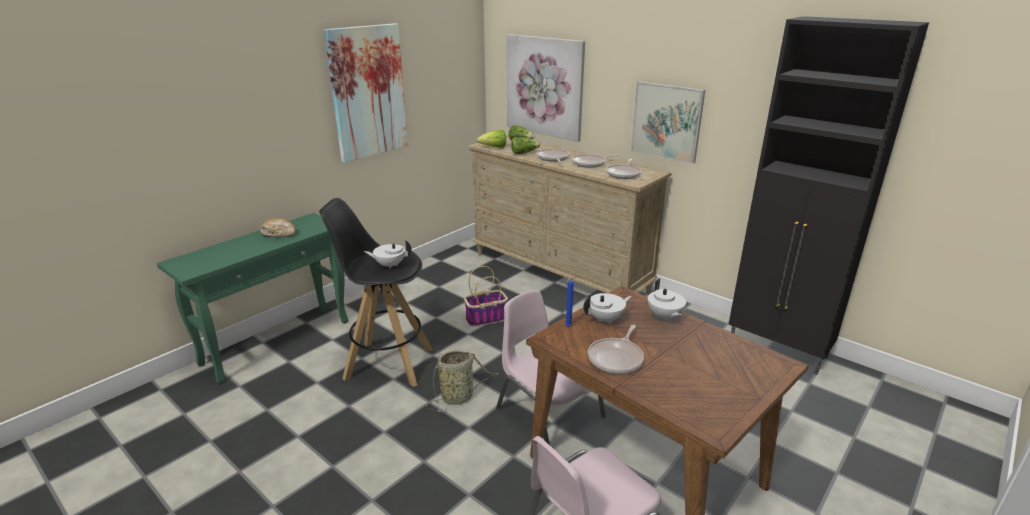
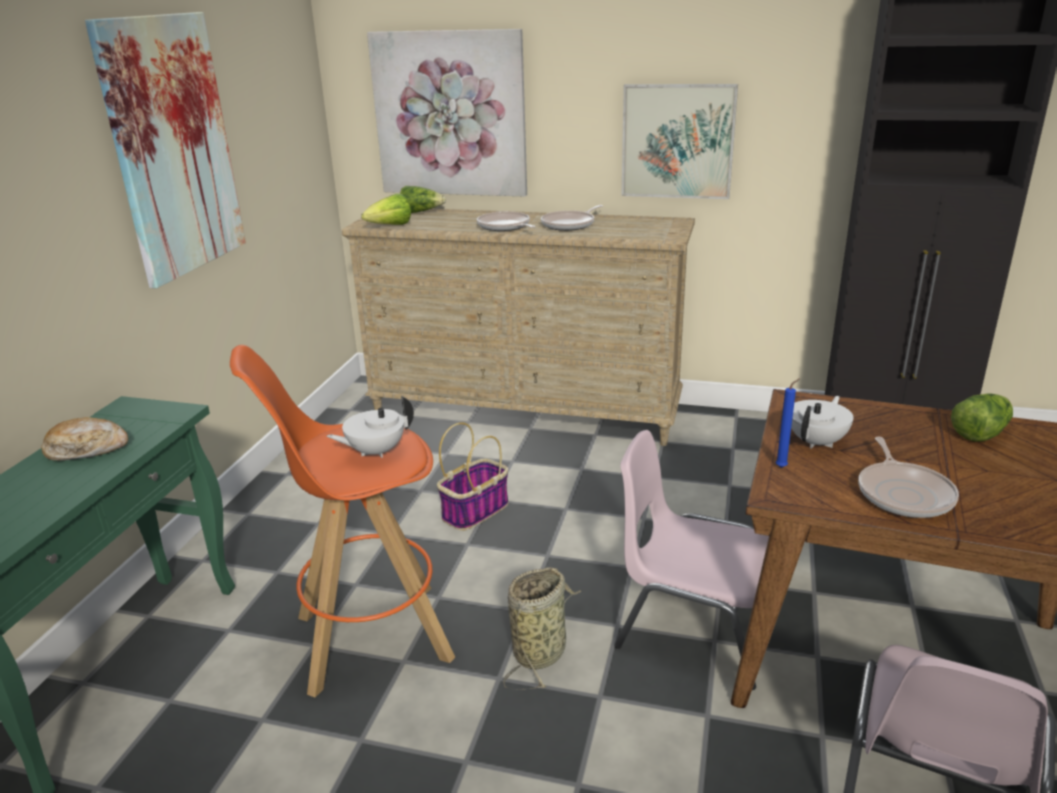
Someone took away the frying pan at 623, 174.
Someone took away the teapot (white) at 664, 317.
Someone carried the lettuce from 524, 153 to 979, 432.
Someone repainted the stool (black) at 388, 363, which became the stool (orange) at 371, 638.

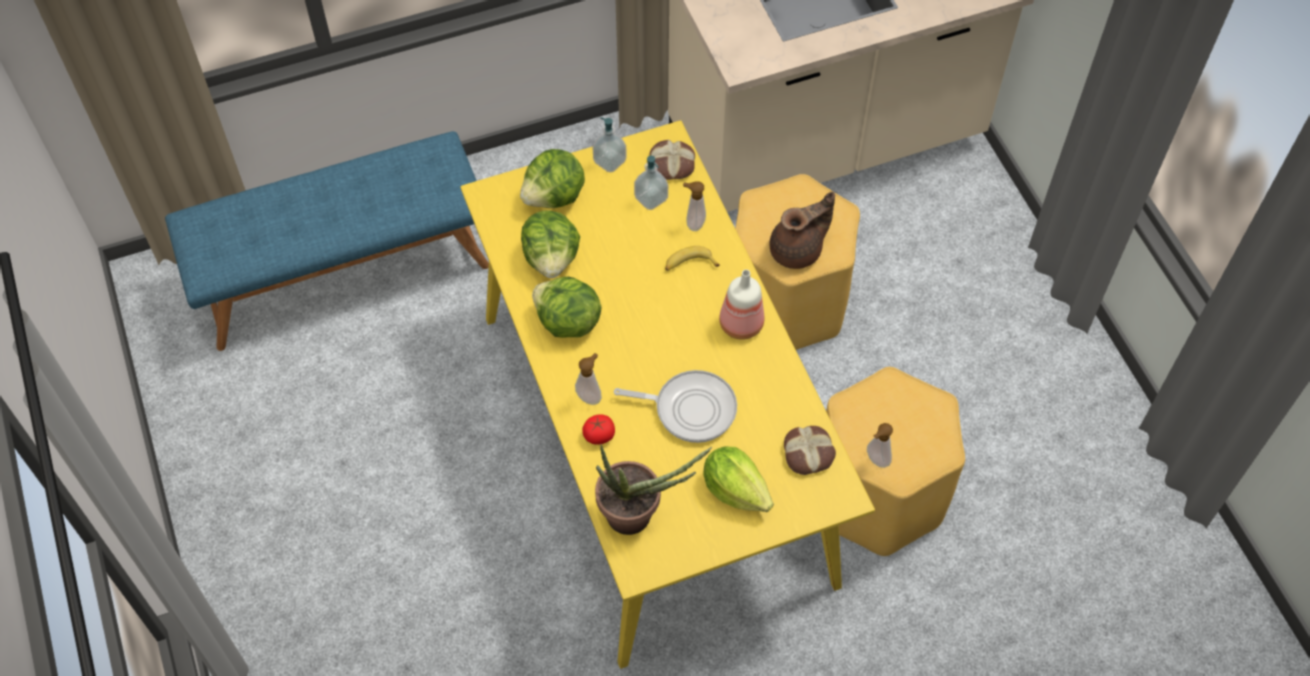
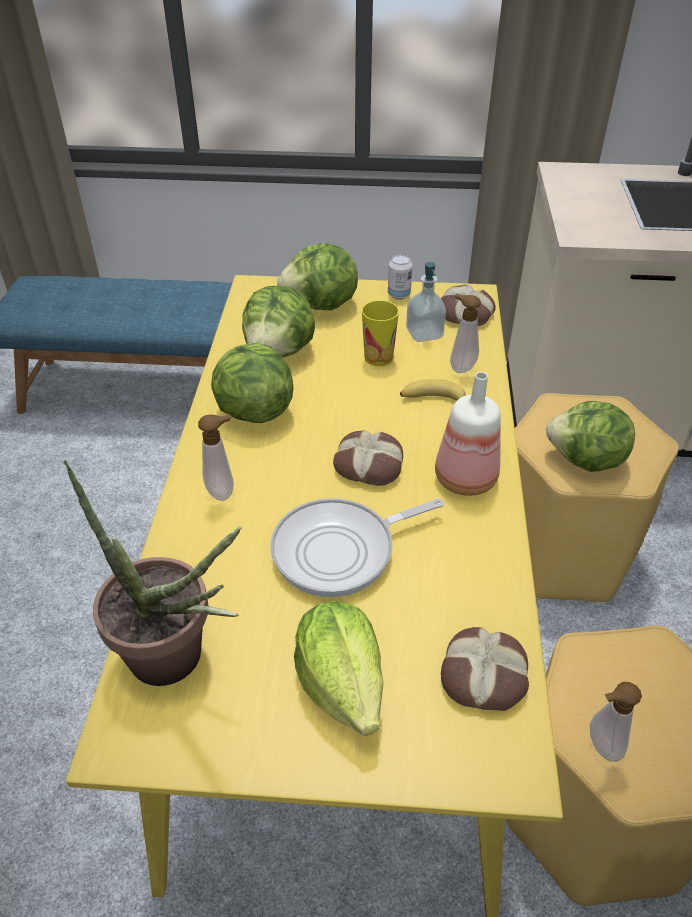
Someone took away the tomato at 599, 436.
Someone put down the bread at 369, 464.
Someone put down the cup at 378, 357.
Someone swapped the soap dispenser at 610, 161 for the can at 399, 295.
Someone swapped the teapot (brown) at 798, 250 for the lettuce at 586, 461.
Someone rotated the frying pan at 690, 409 by 120 degrees clockwise.

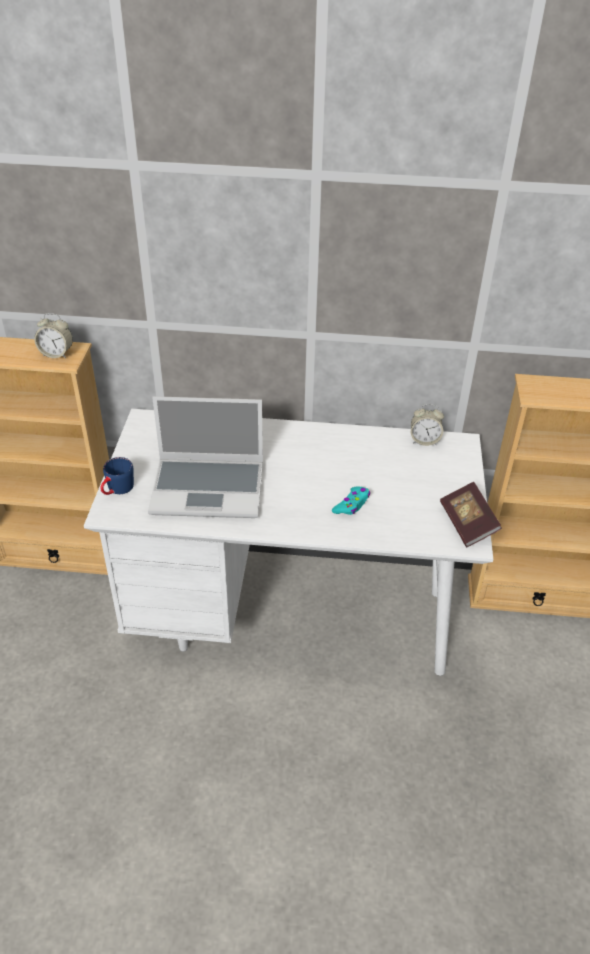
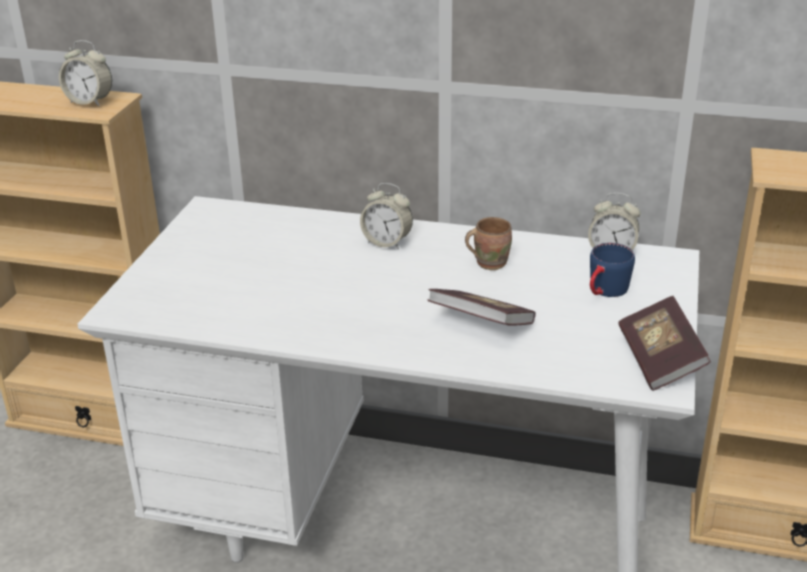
Someone took away the laptop at 209, 488.
Someone put down the alarm clock at 387, 242.
Someone put down the mug (brown) at 489, 262.
Someone carried the mug (blue) from 117, 490 to 605, 291.
Someone swapped the game controller (turquoise) at 352, 505 for the book at 480, 324.

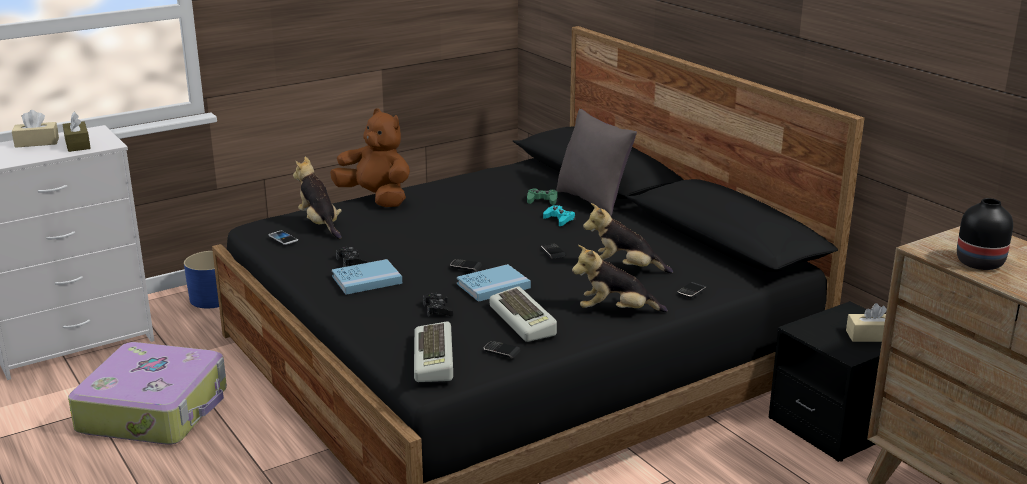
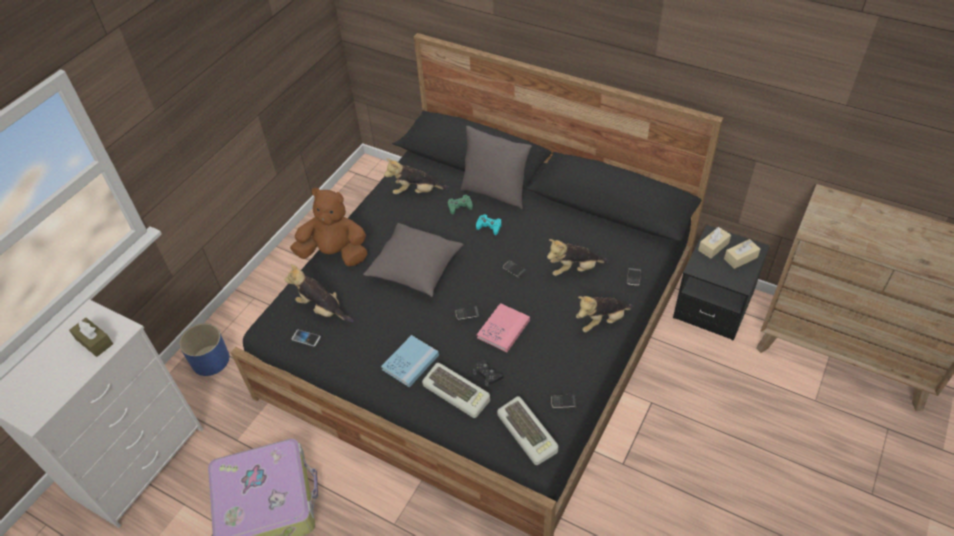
Someone took away the game controller (black) at 351, 262.
Someone took away the vase (black) at 980, 263.
Someone put down the pillow (grey) at 415, 270.
Someone put down the plush toy at 416, 192.
Someone carried the tissue box (beige) from 37, 142 to 713, 247.
Someone carried the keyboard from 524, 321 to 458, 392.
Someone repainted the book (blue) at 493, 286, which became the book (pink) at 503, 329.

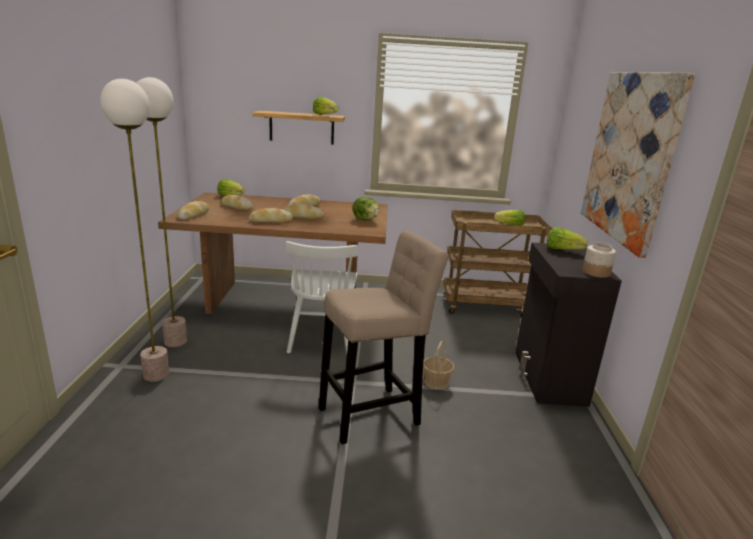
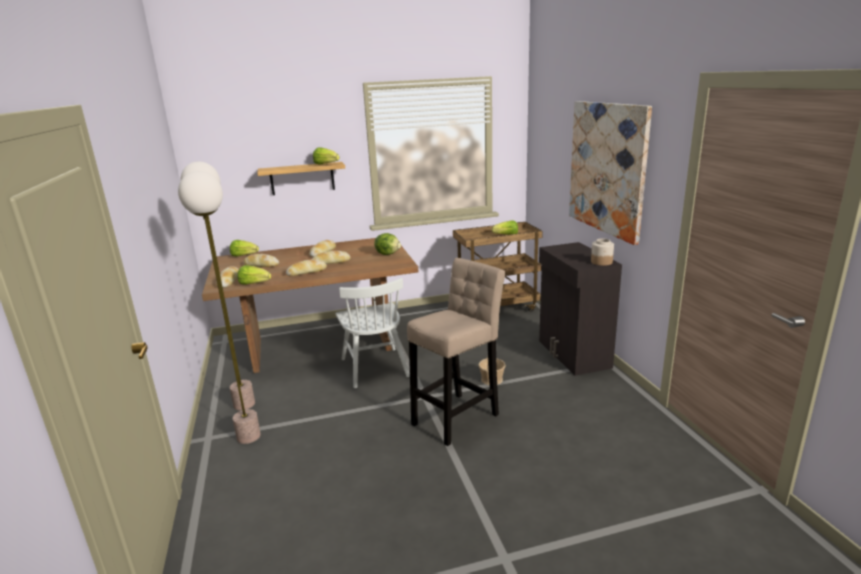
Someone carried the lettuce from 562, 250 to 254, 283.

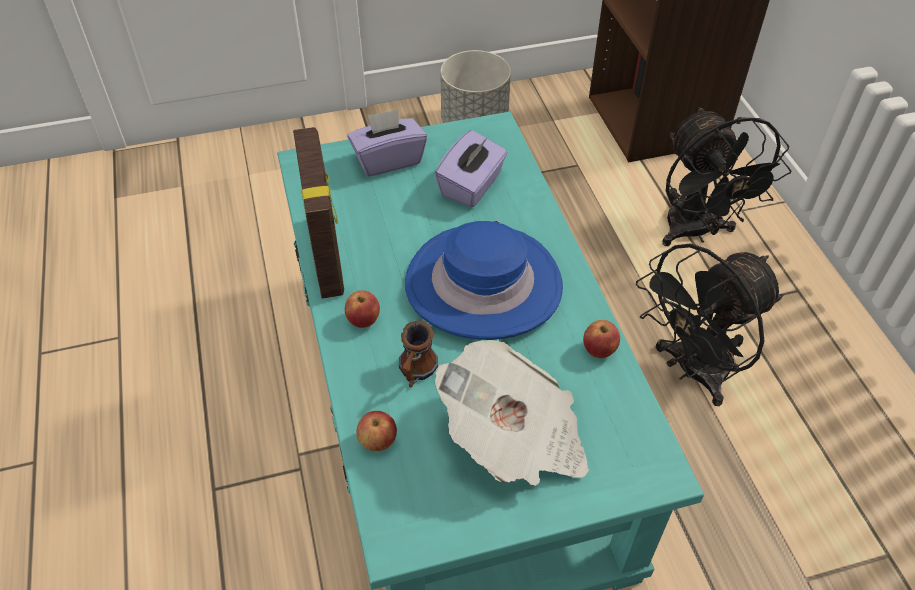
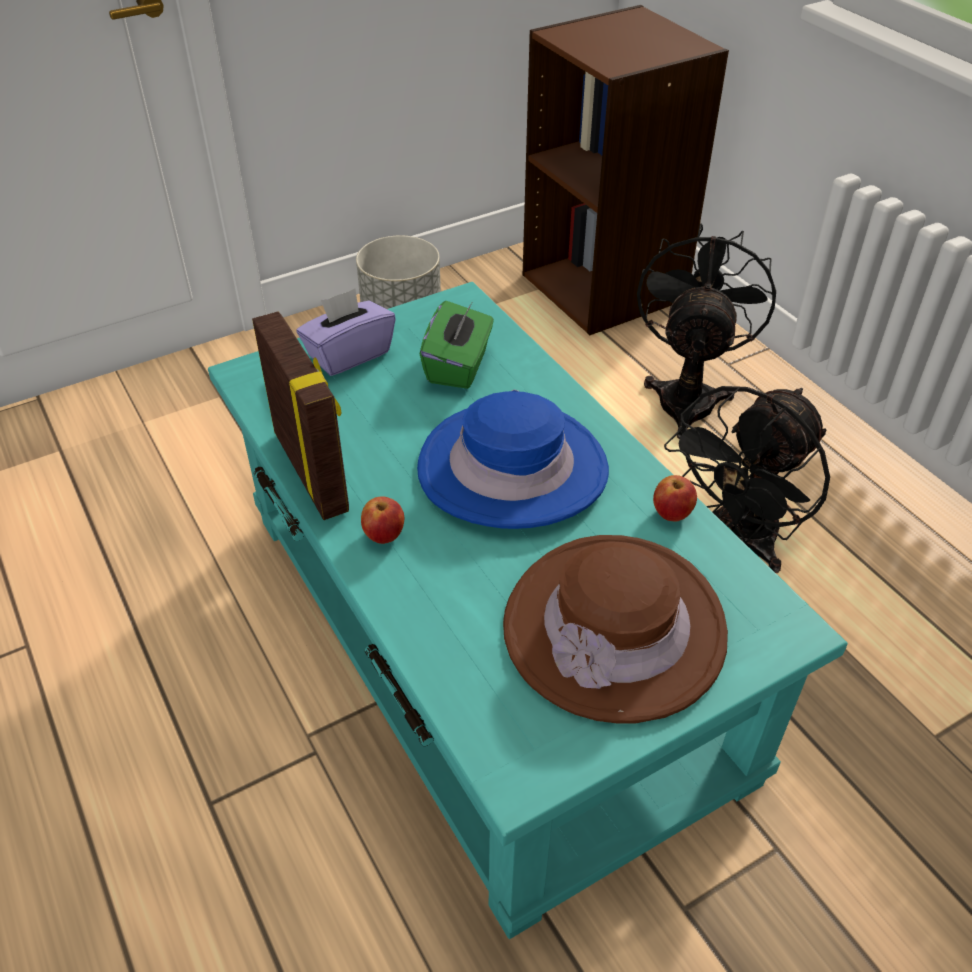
Someone took away the apple at 378, 441.
Someone took away the mug at 415, 373.
Someone swapped the newspaper at 515, 438 for the hat (brown) at 614, 629.
Someone repainted the tissue box (purple) at 472, 186, which became the tissue box (green) at 458, 366.
Someone rotated the fan (black) at 695, 232 by 135 degrees counterclockwise.

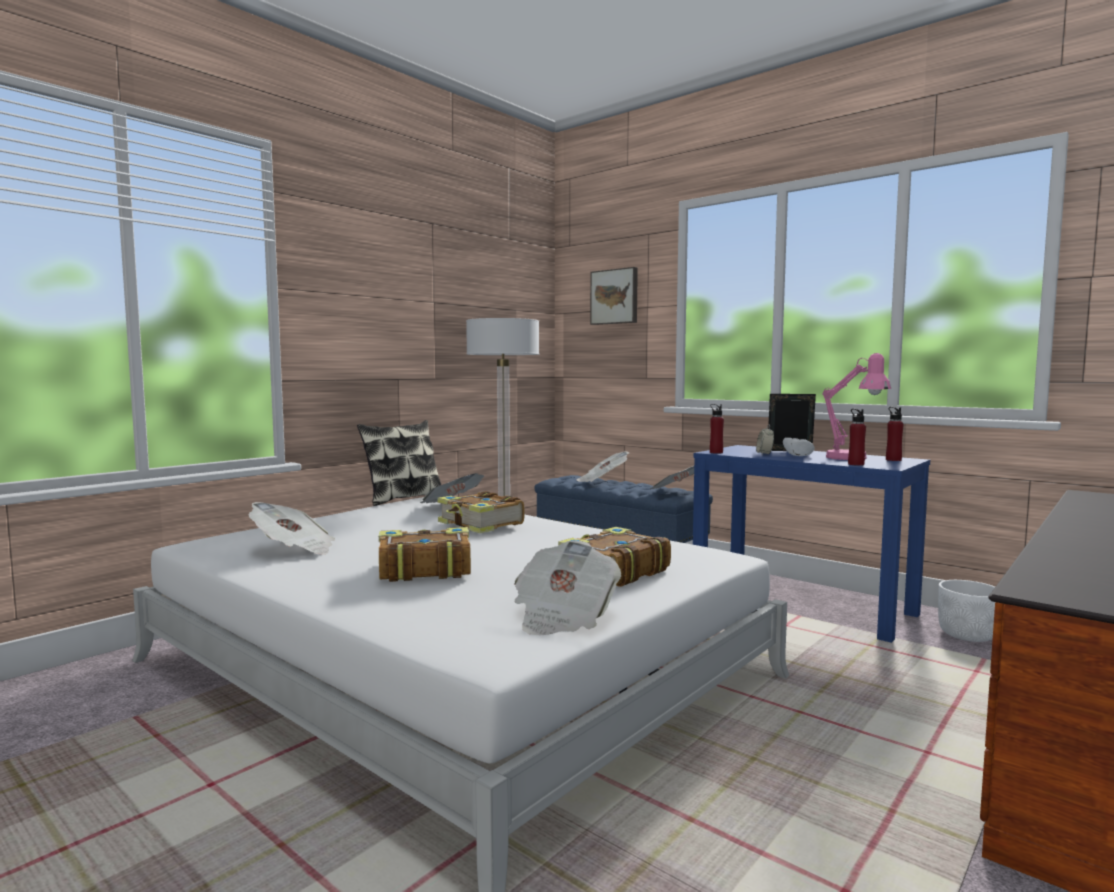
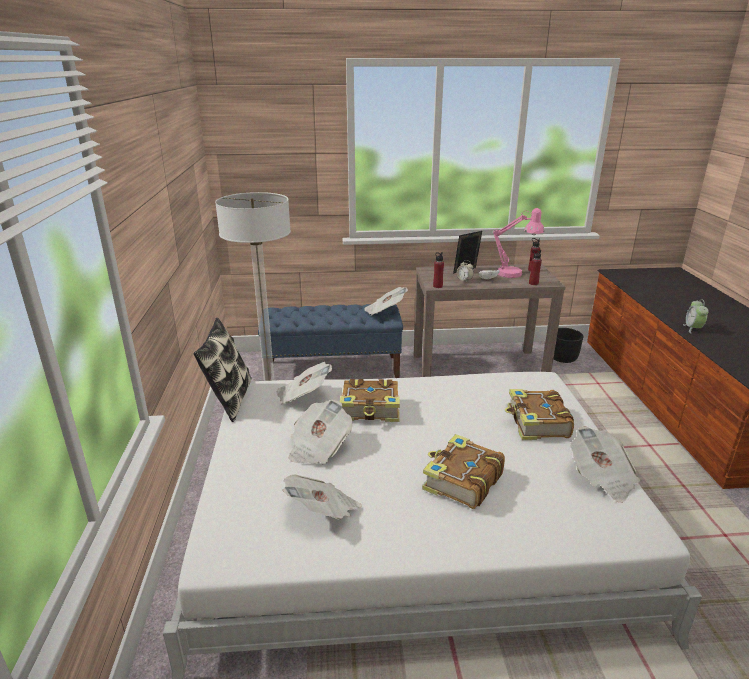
Someone took away the picture at 615, 297.
Someone put down the alarm clock at 692, 329.
Someone carried the newspaper from 602, 481 to 318, 447.
Someone repainted the console table (blue) at 802, 605, which became the console table (brown) at 479, 366.
Someone repainted the planter (white) at 967, 635, which became the planter (black) at 563, 358.

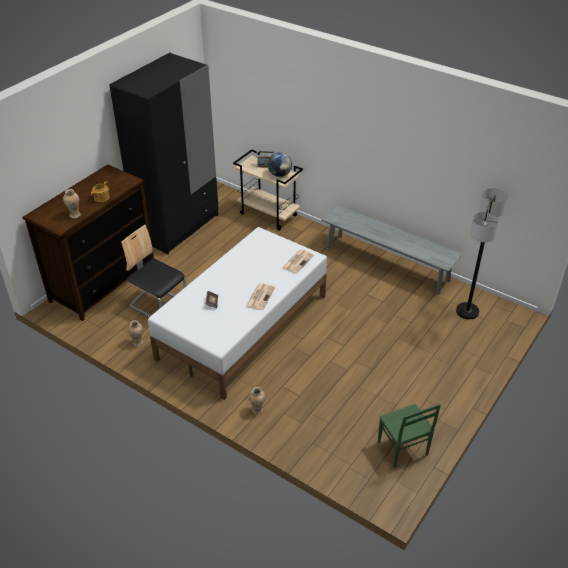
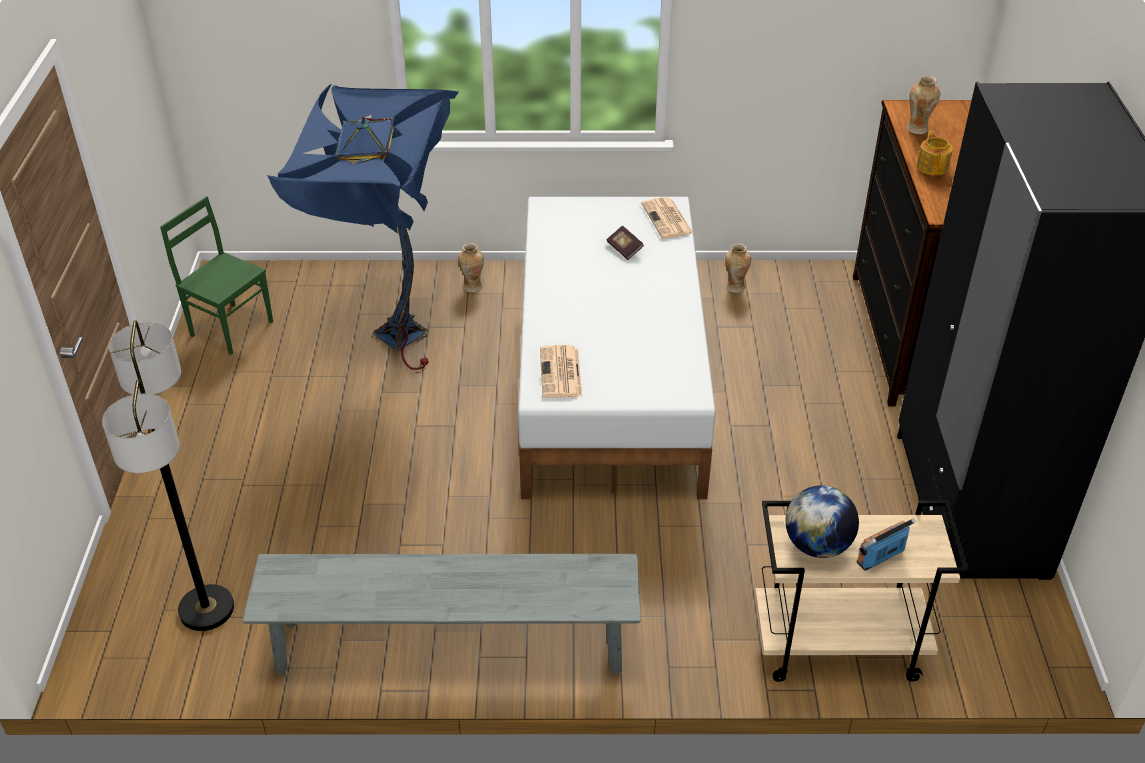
Someone took away the chair at 158, 304.
Someone put down the floor lamp (blue) at 389, 339.
Someone carried the newspaper from 260, 296 to 667, 219.

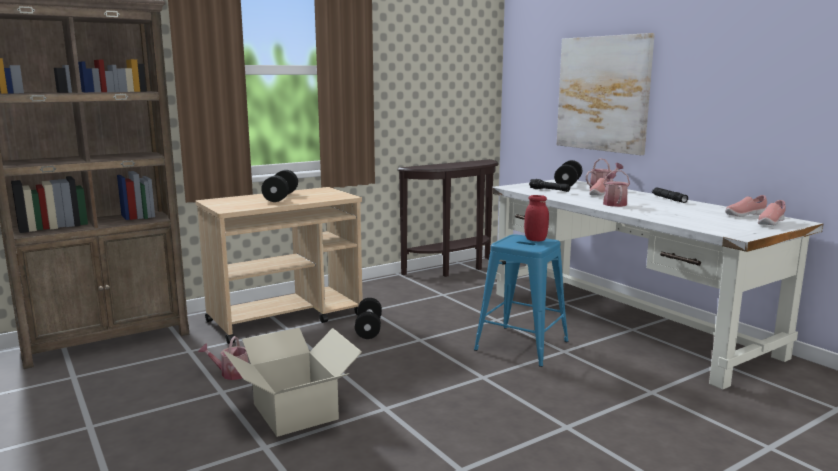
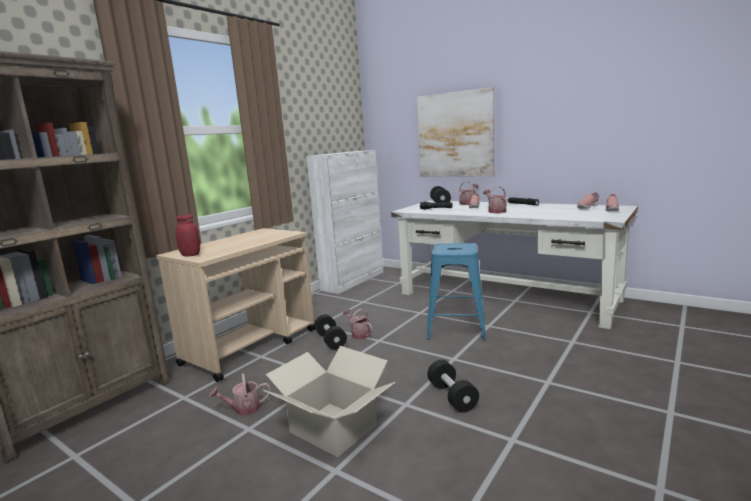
Someone put down the watering can at 359, 334.
Someone carried the dumbbell (black) from 281, 197 to 452, 396.
Someone carried the jar (red) from 535, 240 to 190, 255.
Someone swapped the console table (brown) at 454, 268 for the cabinet (white) at 353, 281.

